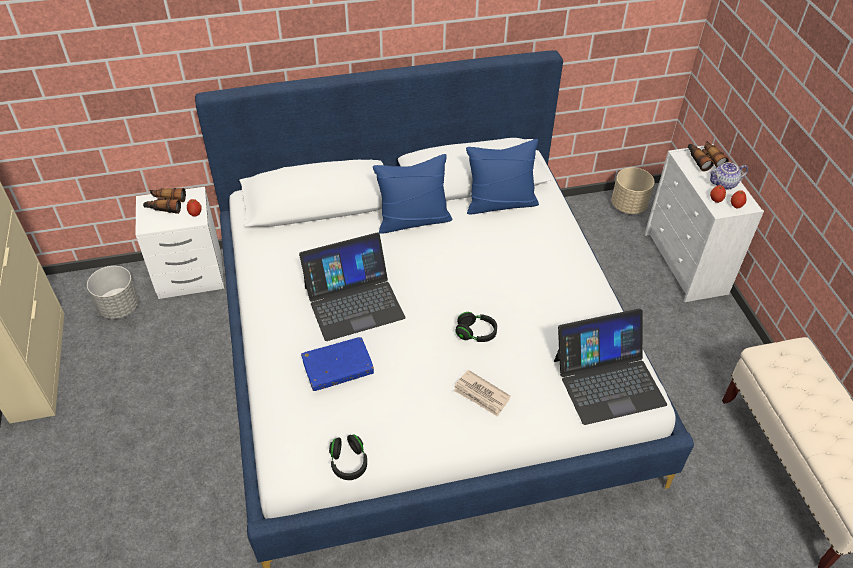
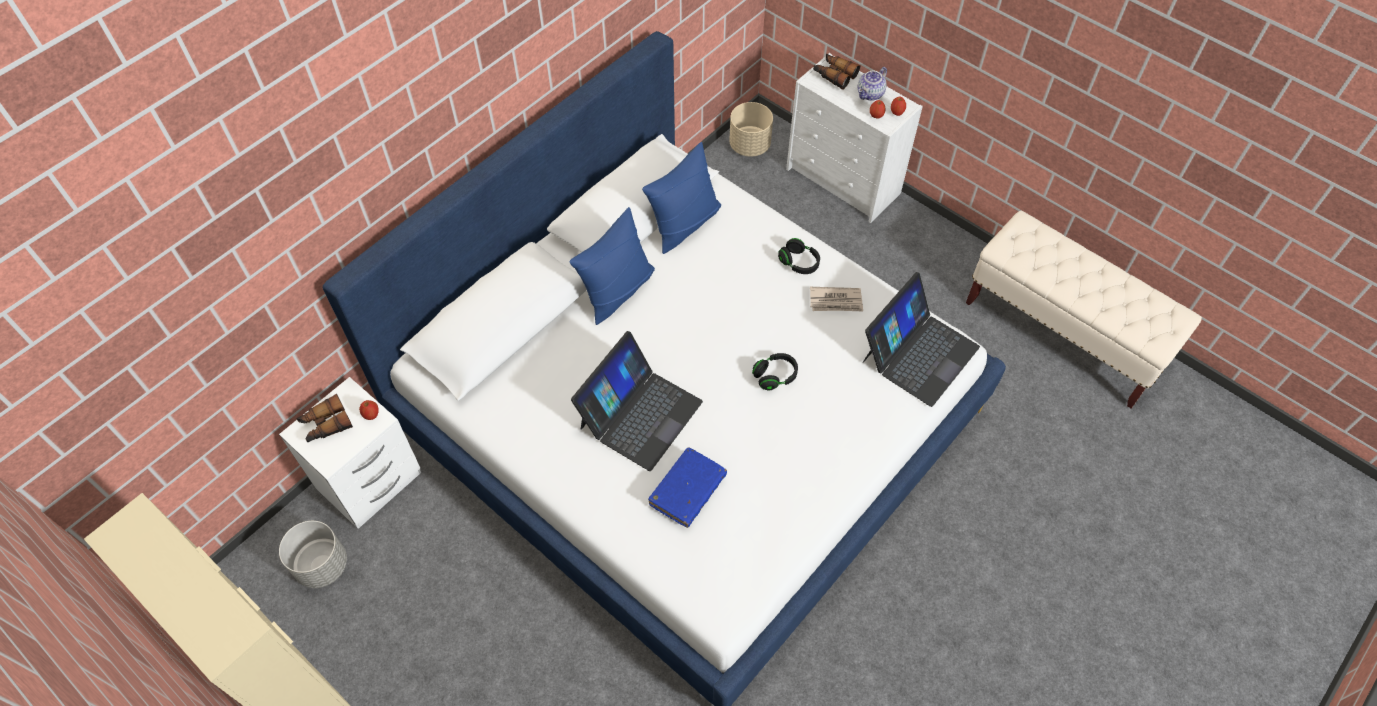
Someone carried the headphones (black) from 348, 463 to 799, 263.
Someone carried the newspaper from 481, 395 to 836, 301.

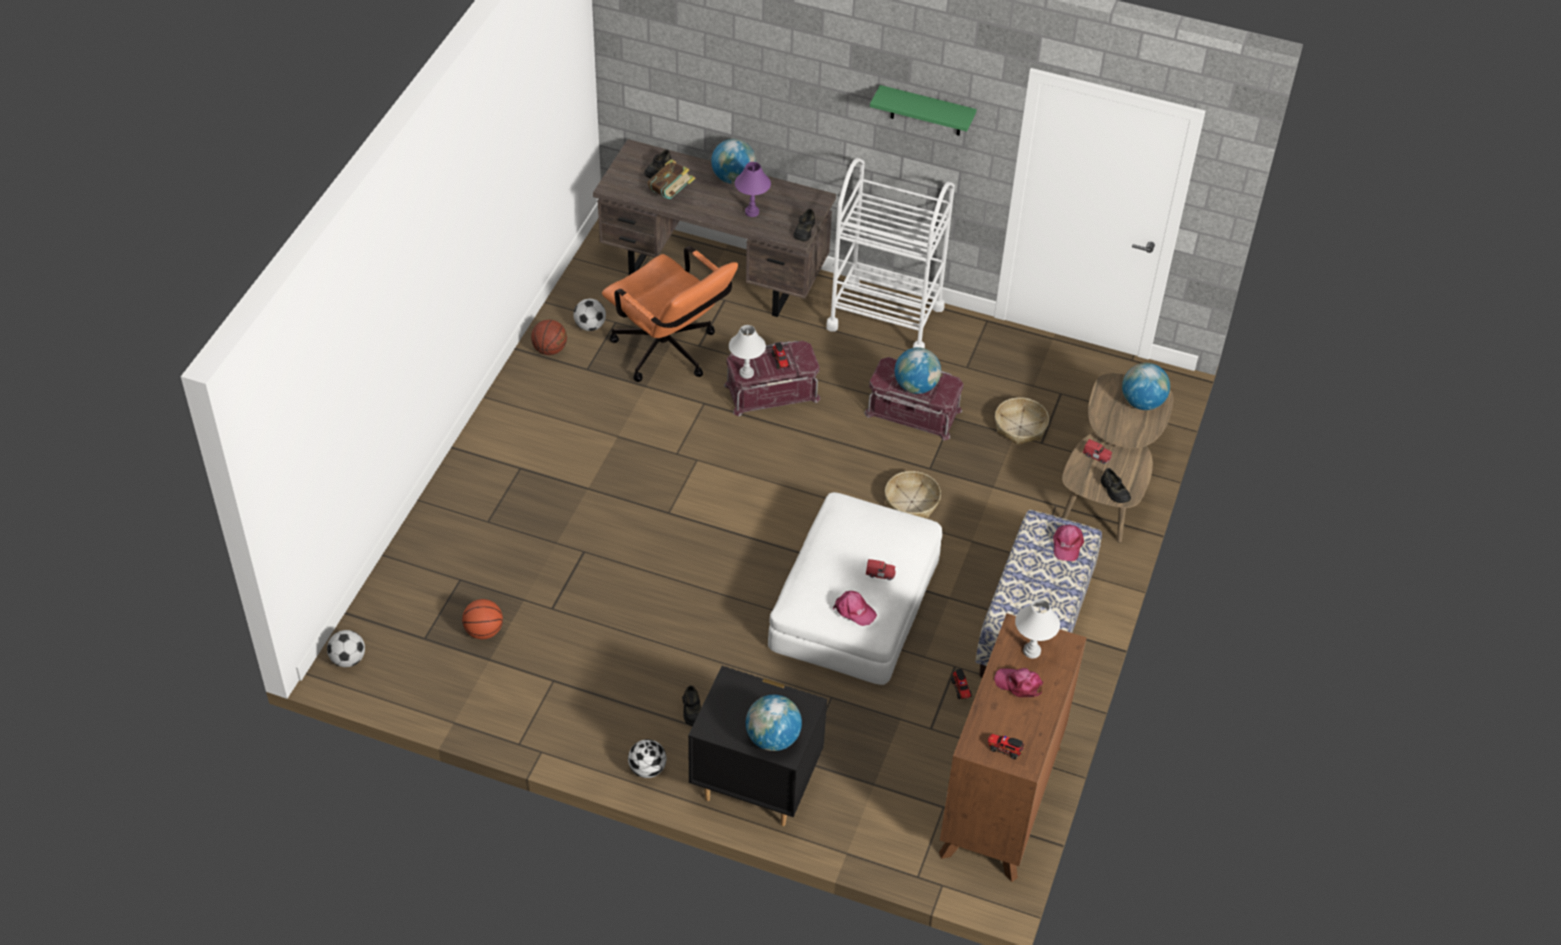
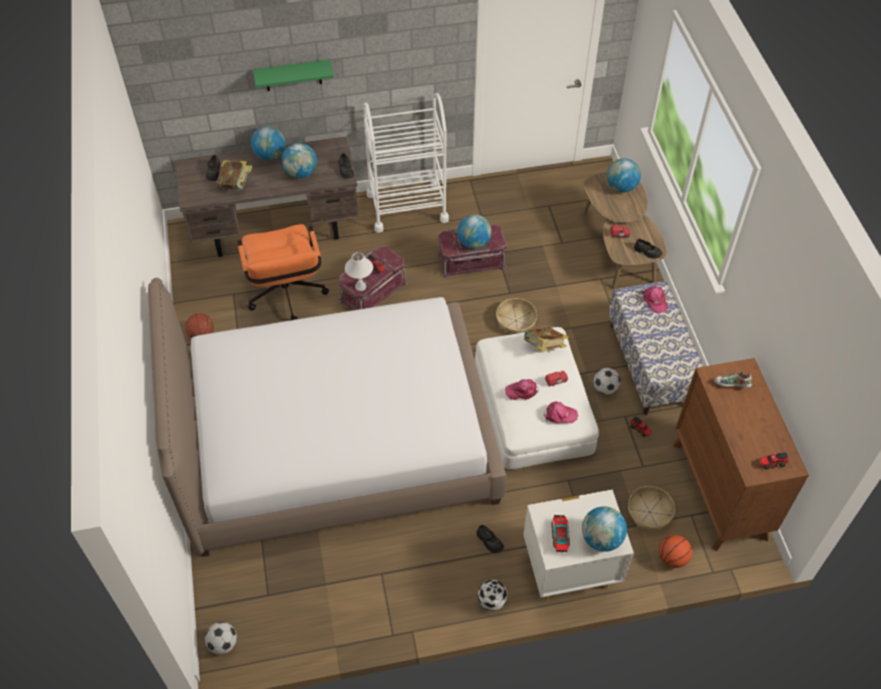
Someone put down the bed at 336, 440.
Someone put down the book at 544, 347.
Someone put down the toy truck at 560, 536.
Someone carried the basketball from 484, 631 to 672, 558.
Someone carried the football from 590, 326 to 605, 388.
Someone carried the shelf (green) from 926, 111 to 293, 75.
Someone carried the cap (pink) from 1019, 684 to 522, 391.
Someone carried the basket from 1020, 427 to 649, 512.
Someone swapped the table lamp (purple) at 752, 212 for the globe at 301, 173.
Someone swapped the table lamp (white) at 1031, 651 for the shoe at 731, 385.
Someone repainted the nightstand (black) at 756, 787, which became the nightstand (white) at 570, 571.
Someone rotated the office chair (orange) at 670, 354 by 60 degrees clockwise.

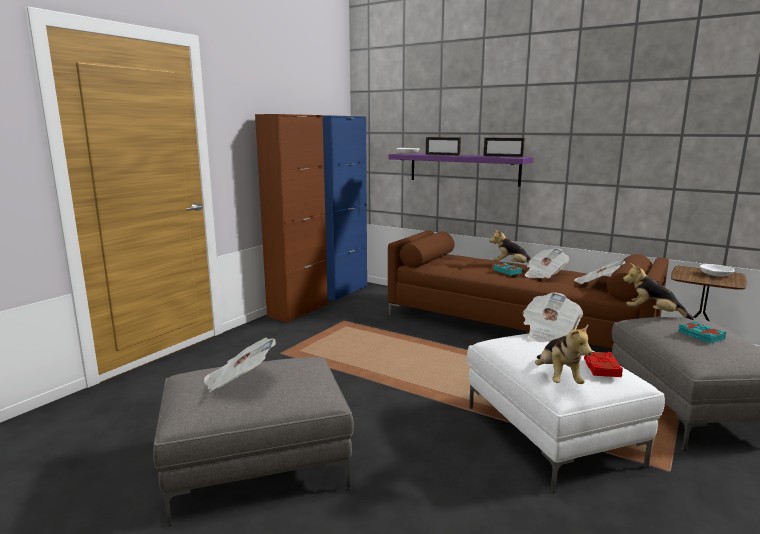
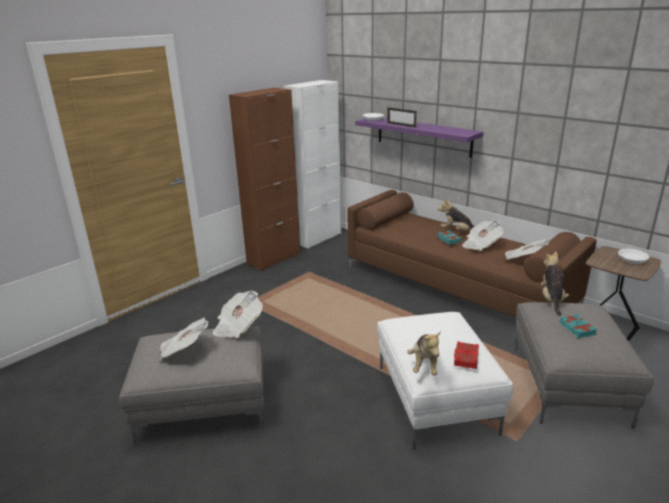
Someone took away the picture frame at 503, 156.
Someone carried the newspaper from 549, 333 to 238, 326.
Someone repainted the cabinet (blue) at 342, 291, which became the cabinet (white) at 317, 238.
Someone rotated the plush toy at 653, 314 by 60 degrees clockwise.

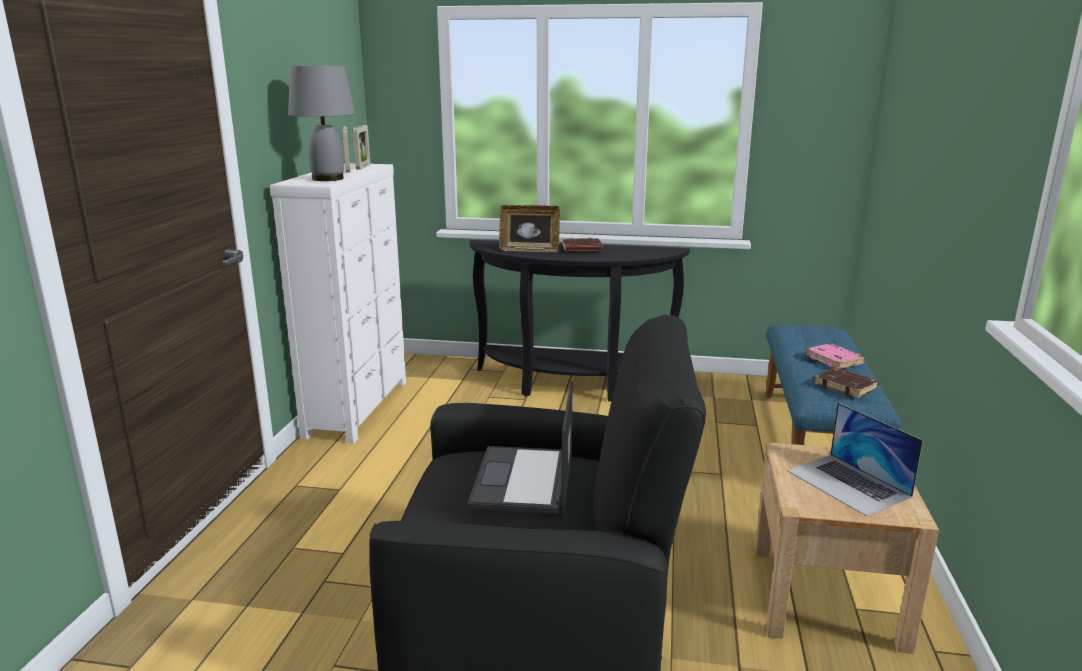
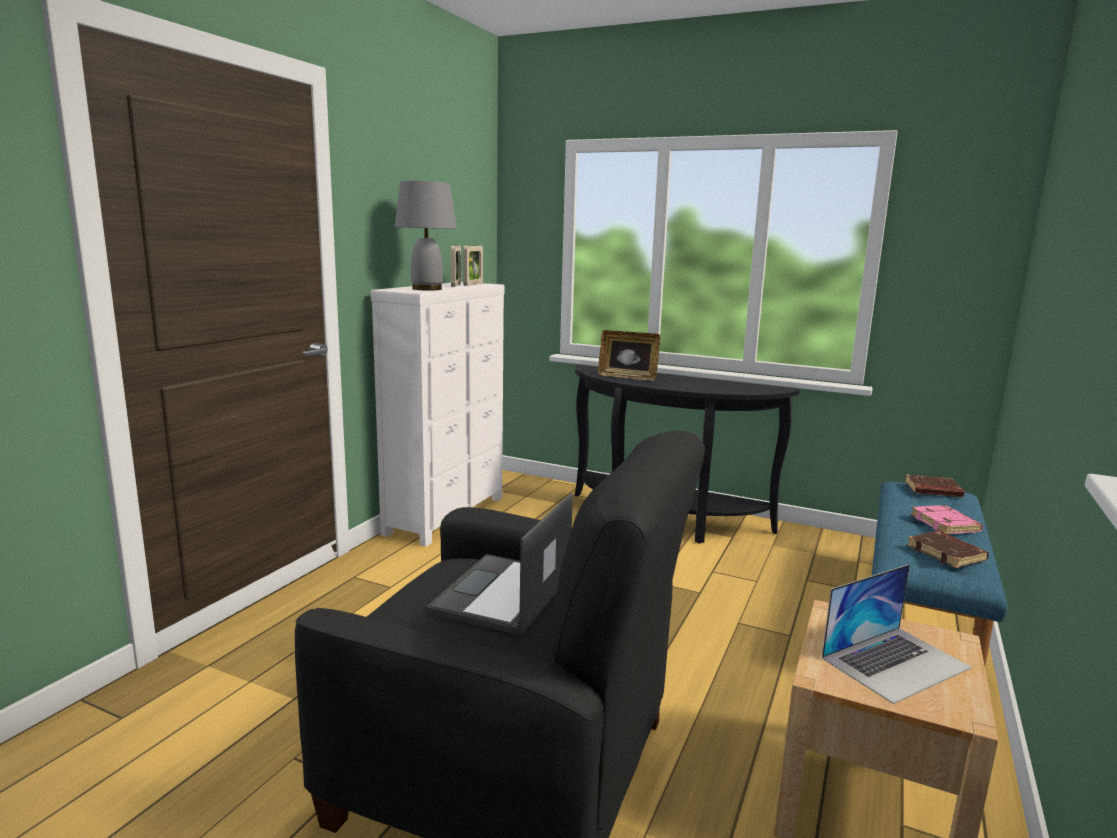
Someone carried the book (brown) from 581, 249 to 932, 490.
Someone rotated the laptop at 848, 484 by 105 degrees counterclockwise.

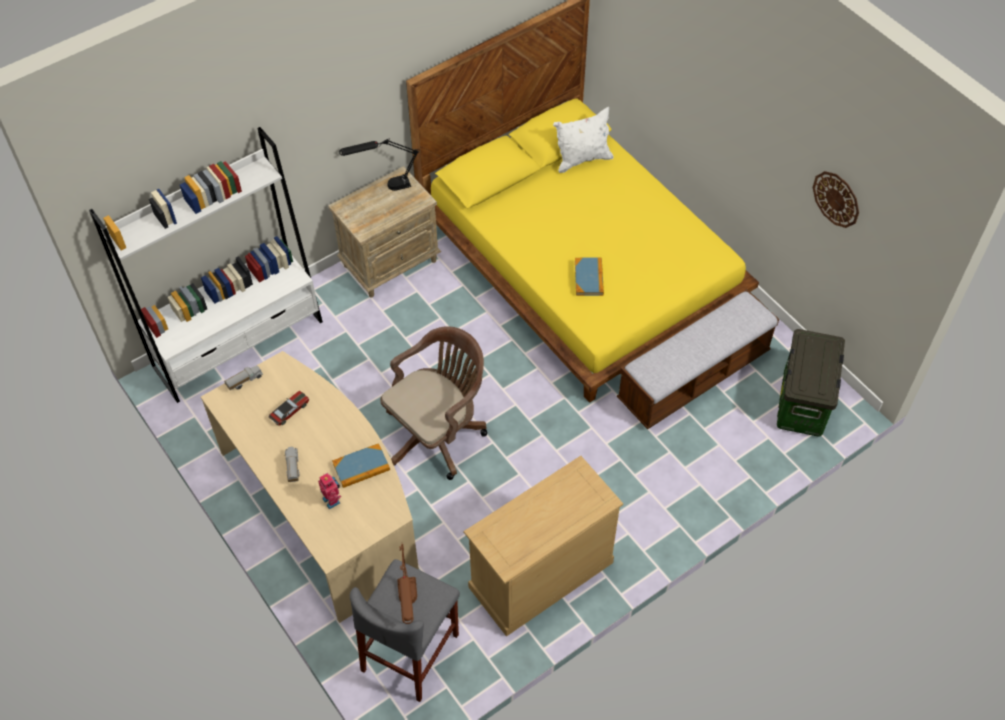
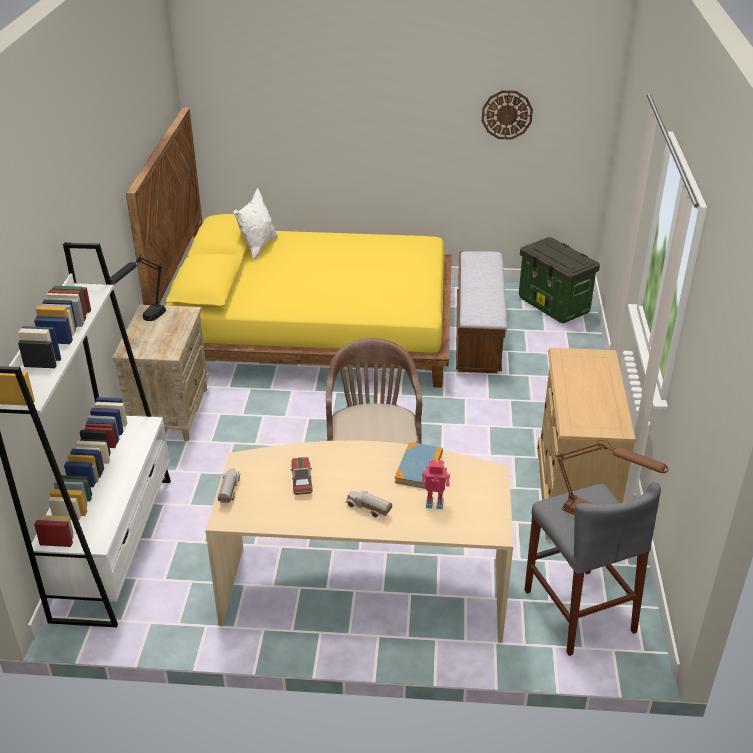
Someone took away the book at 589, 278.

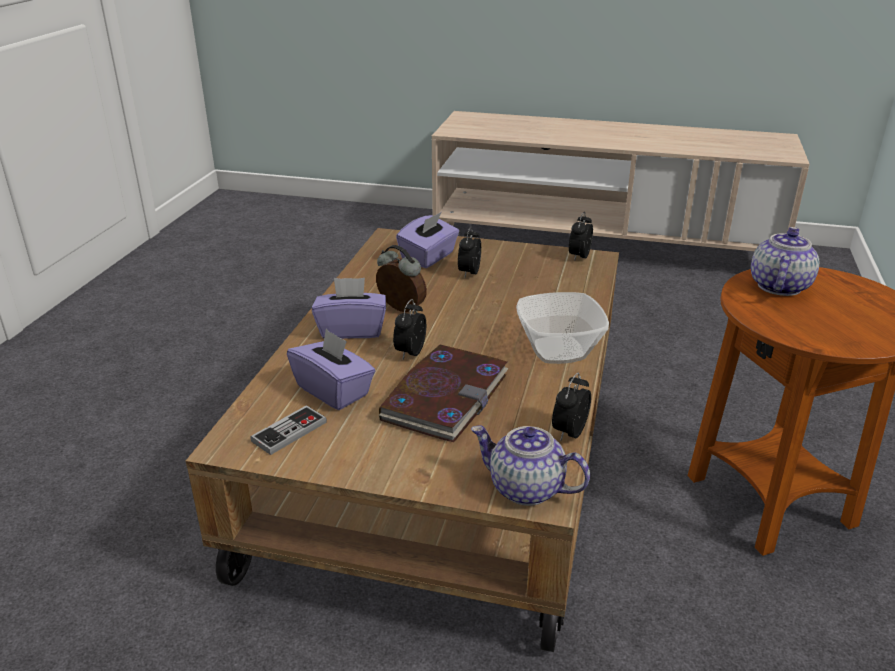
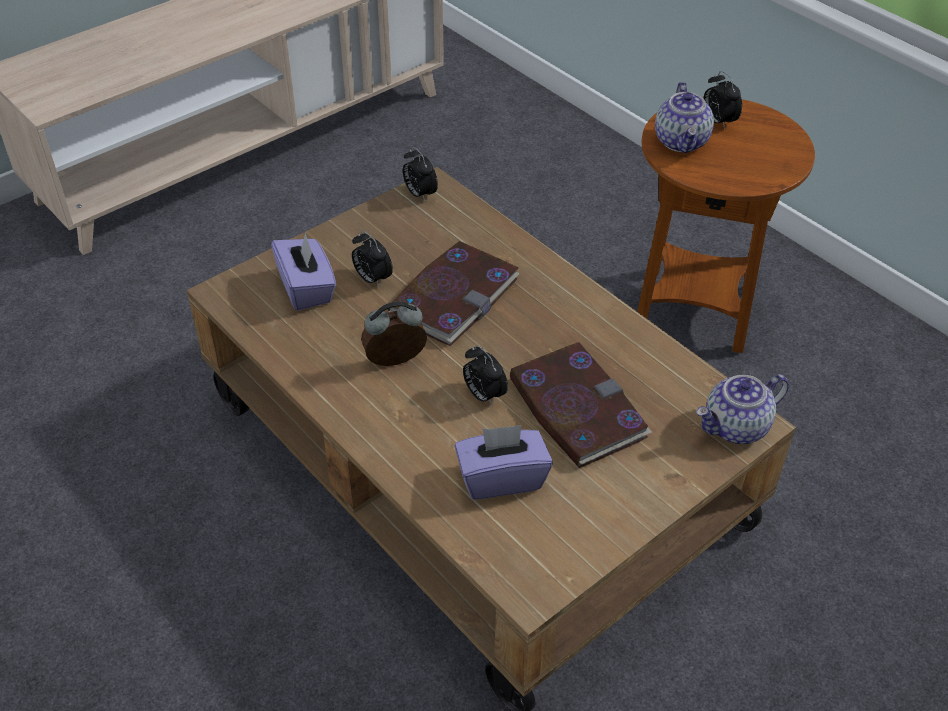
Someone took away the game controller at 289, 432.
Someone took away the tissue box (purple) at 351, 330.
Someone took away the bowl at 557, 350.
Someone put down the book at 454, 297.
Someone carried the alarm clock from 569, 432 to 717, 122.
Someone rotated the teapot at 778, 286 by 150 degrees counterclockwise.

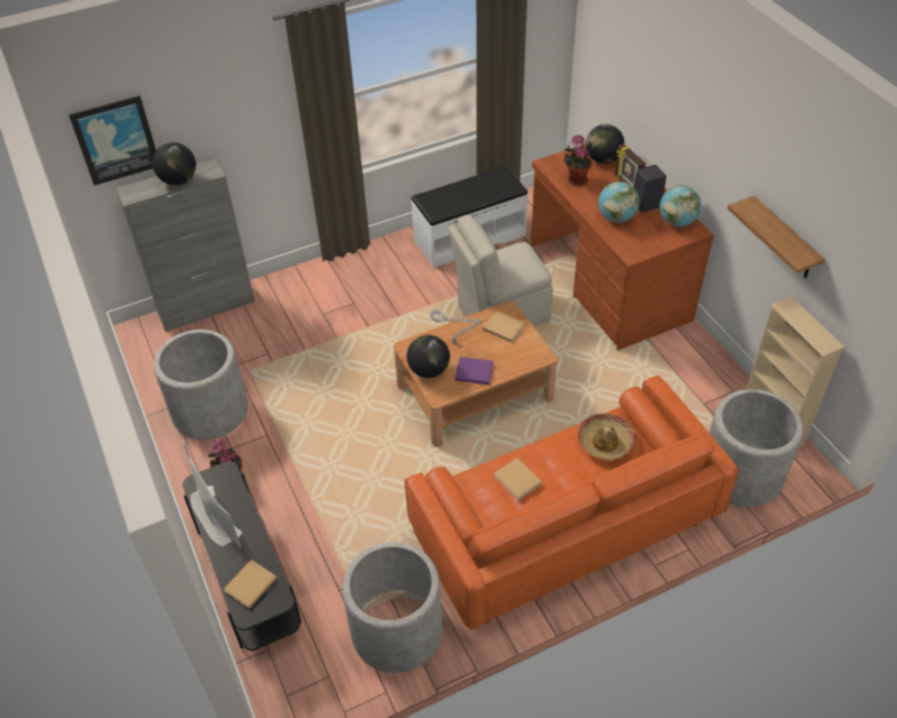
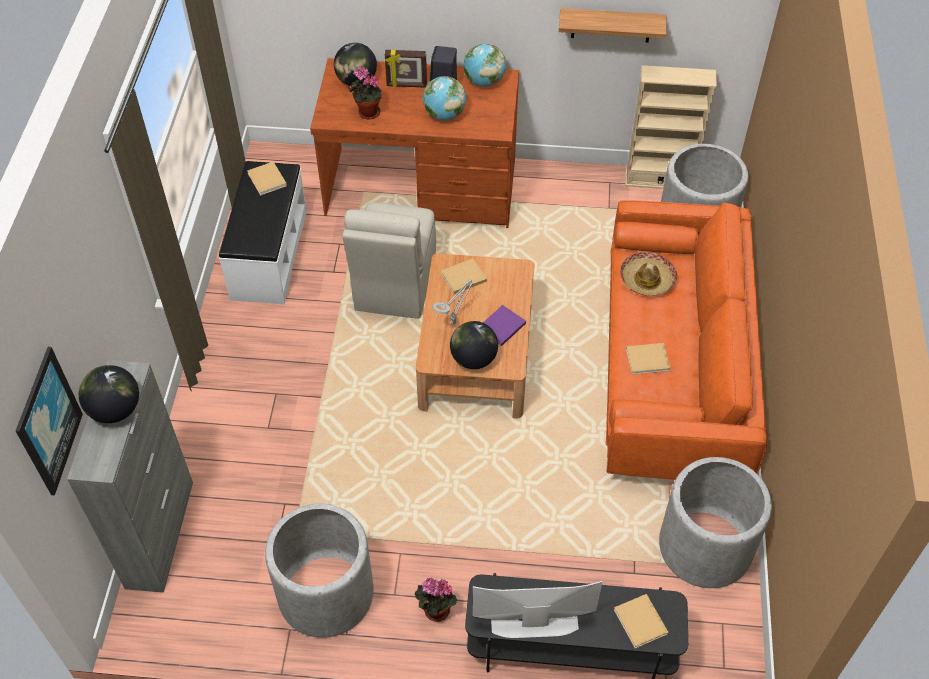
Someone put down the book (beige) at 267, 180.

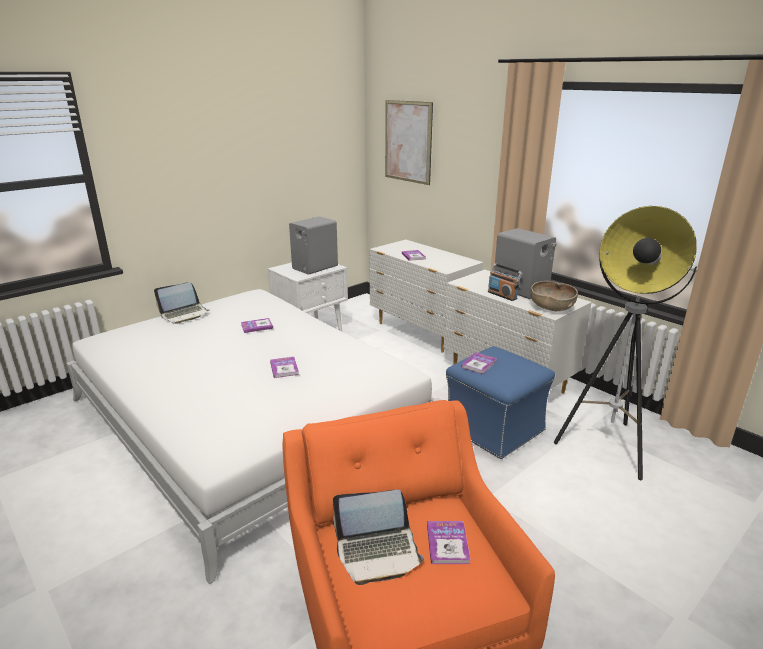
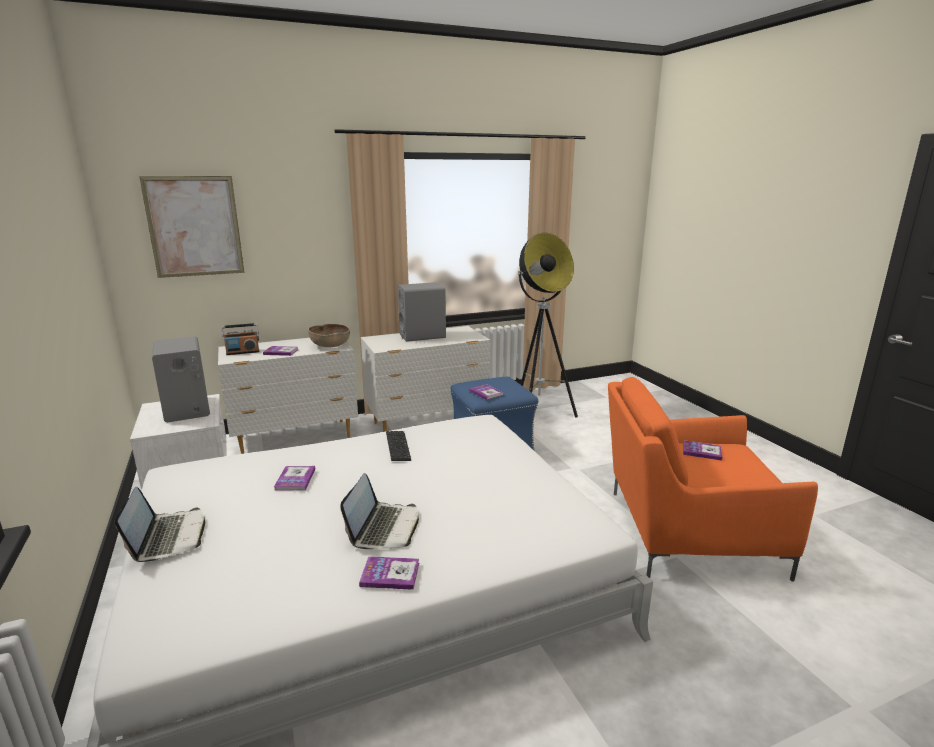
Someone put down the keyboard at 398, 447.
Someone carried the book from 284, 368 to 390, 574.
Someone carried the laptop from 378, 552 to 384, 528.
Someone carried the radio from 502, 295 to 243, 352.
Someone carried the bowl (brown) from 551, 308 to 330, 346.

